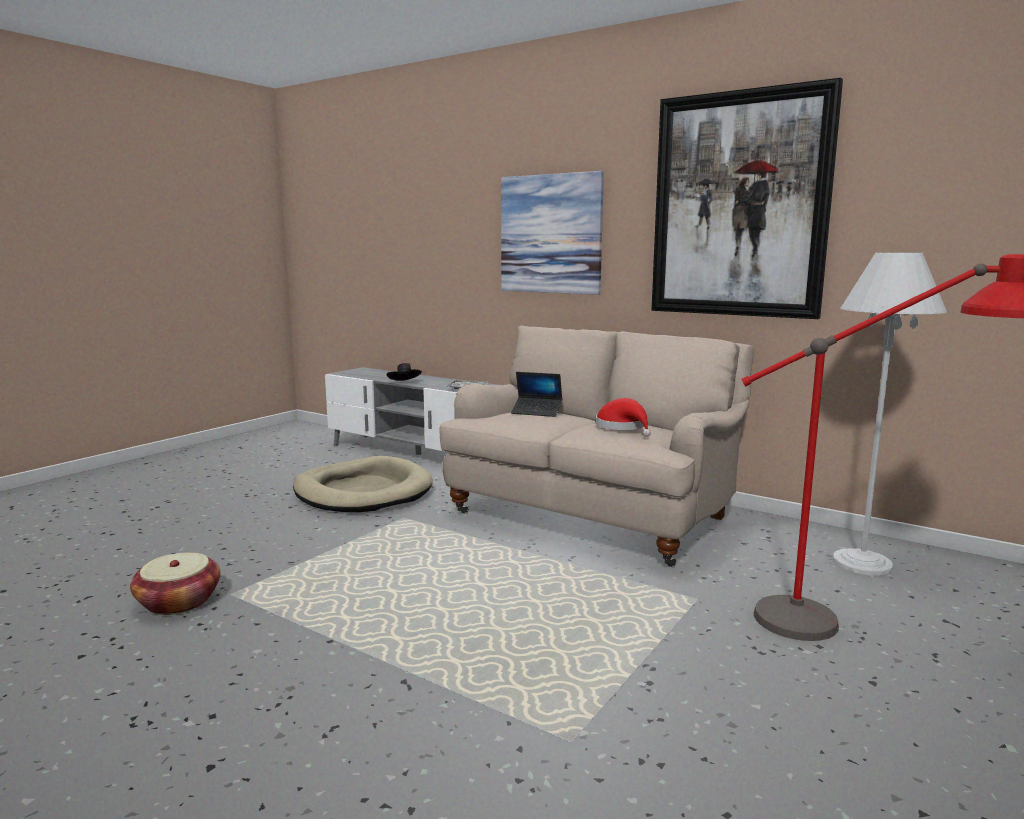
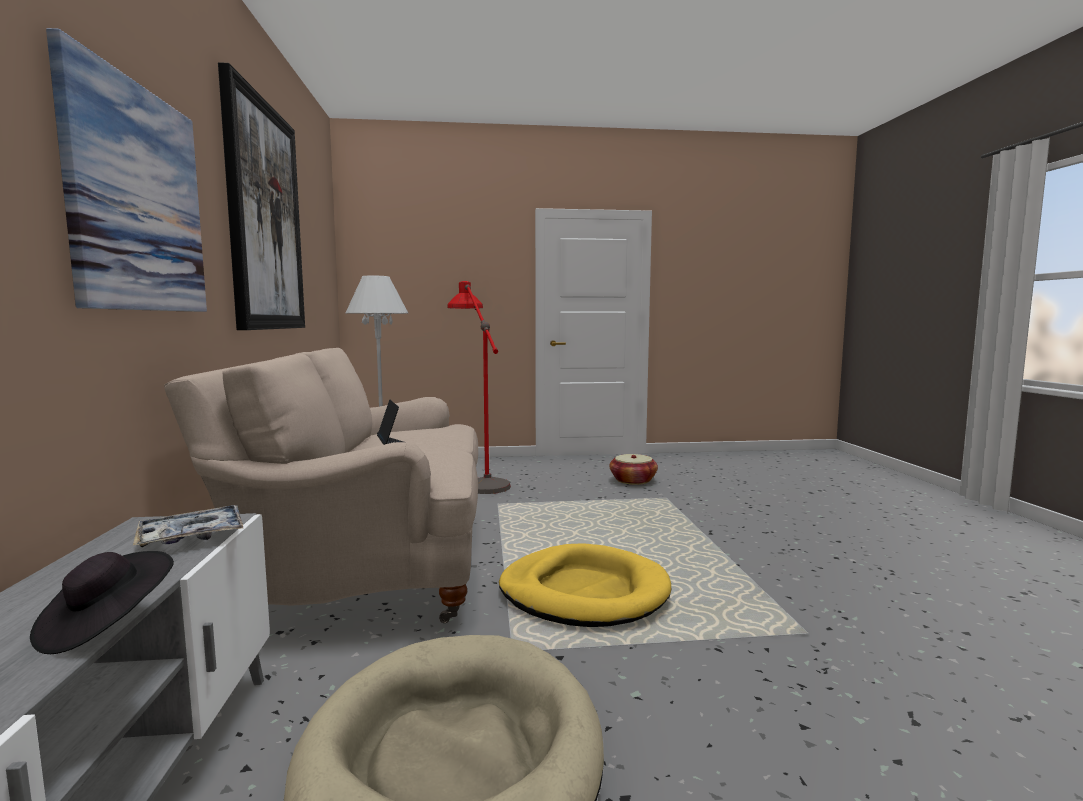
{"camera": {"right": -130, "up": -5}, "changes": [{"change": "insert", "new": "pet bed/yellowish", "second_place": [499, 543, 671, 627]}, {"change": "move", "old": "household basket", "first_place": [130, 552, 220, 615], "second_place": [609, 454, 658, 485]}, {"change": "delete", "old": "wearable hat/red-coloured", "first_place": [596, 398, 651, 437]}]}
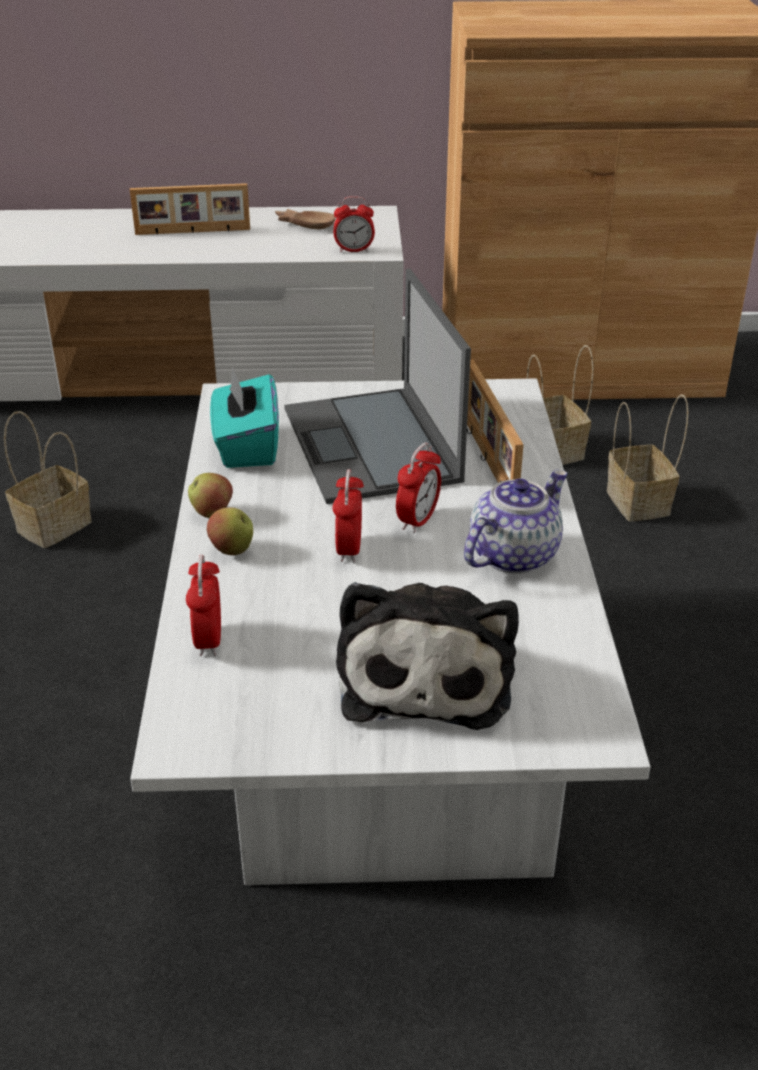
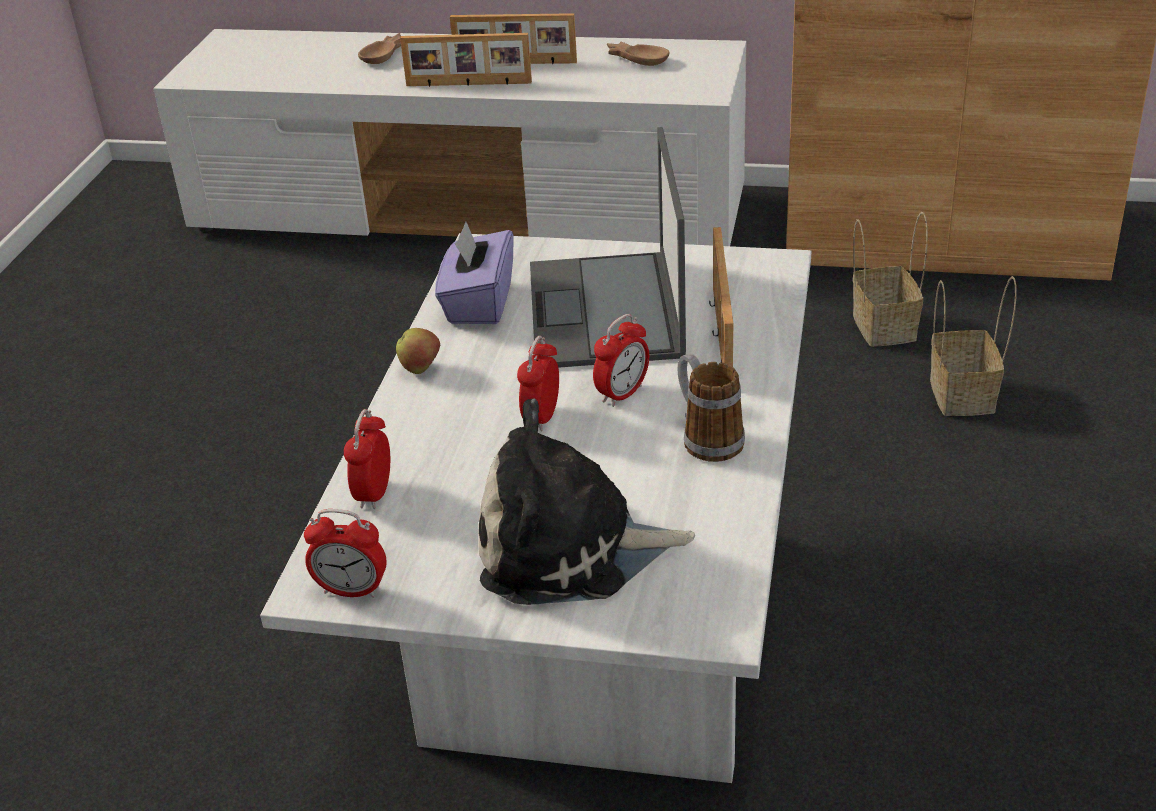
{"camera": {"right": 15, "up": 0}, "changes": [{"change": "move", "old": "alarm clock", "first_place": [334, 196, 375, 252], "second_place": [304, 509, 387, 598]}, {"change": "insert", "new": "deep dish/brown", "second_place": [358, 33, 401, 64]}, {"change": "insert", "new": "picture frame", "second_place": [400, 33, 532, 87]}, {"change": "recolor", "old": "tissue box/blue-green", "new": "tissue box/purplish", "first_place": [210, 367, 279, 468], "second_place": [435, 221, 514, 324]}, {"change": "rotate", "old": "soft toy", "first_place": [336, 582, 519, 730], "second_place": [478, 398, 695, 605], "degrees": 75}, {"change": "replace", "old": "tea pot", "new": "coffee mug", "first_place": [464, 470, 568, 574], "second_place": [678, 353, 745, 462]}, {"change": "delete", "old": "household basket", "first_place": [4, 411, 92, 548]}, {"change": "delete", "old": "apple fruit", "first_place": [207, 507, 253, 555]}]}
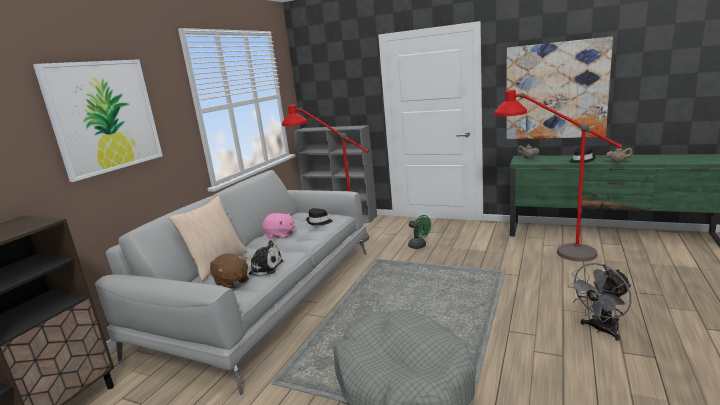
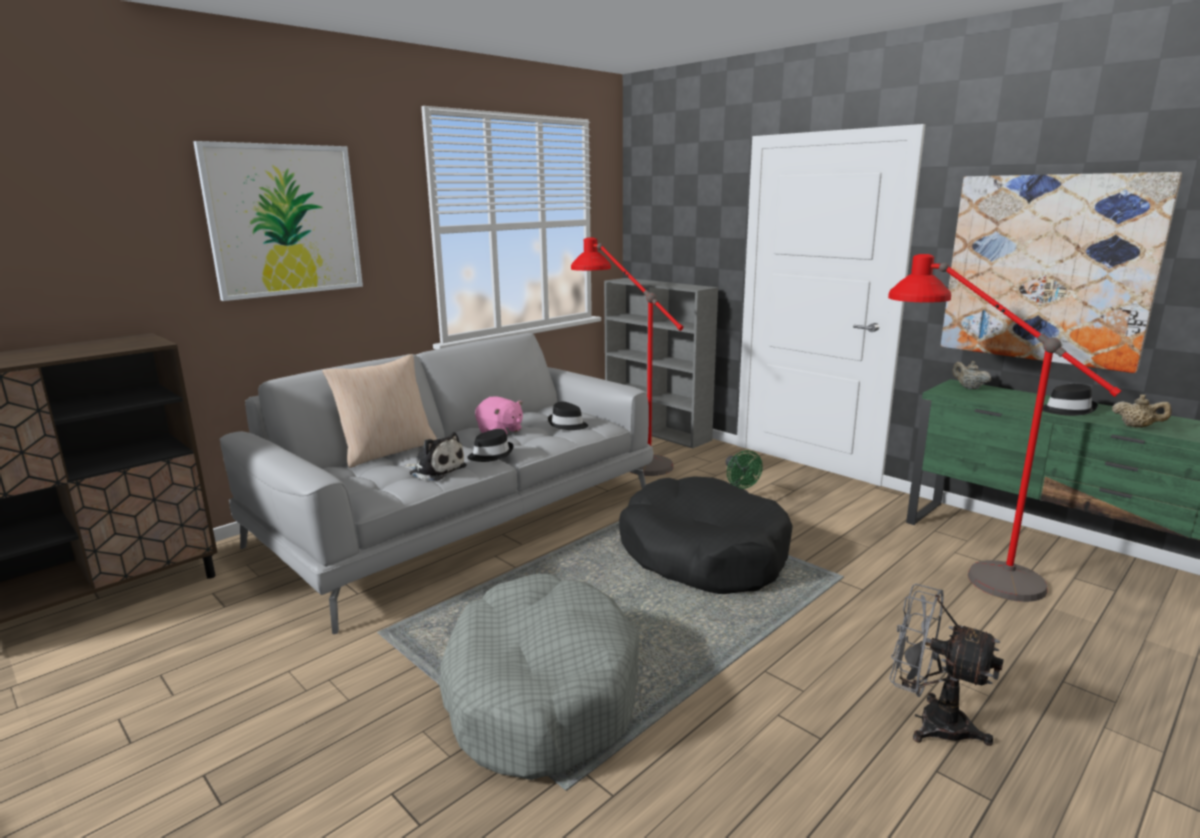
{"camera": {"right": 20, "up": 0}, "changes": [{"change": "insert", "new": "wearable hat/black", "second_place": [467, 429, 513, 462]}, {"change": "insert", "new": "pet bed/black", "second_place": [619, 476, 793, 594]}, {"change": "rotate", "old": "cooling fan/greyish", "first_place": [568, 263, 631, 341], "second_place": [889, 584, 1004, 746], "degrees": 45}, {"change": "delete", "old": "soft toy/brown", "first_place": [210, 253, 249, 289]}]}
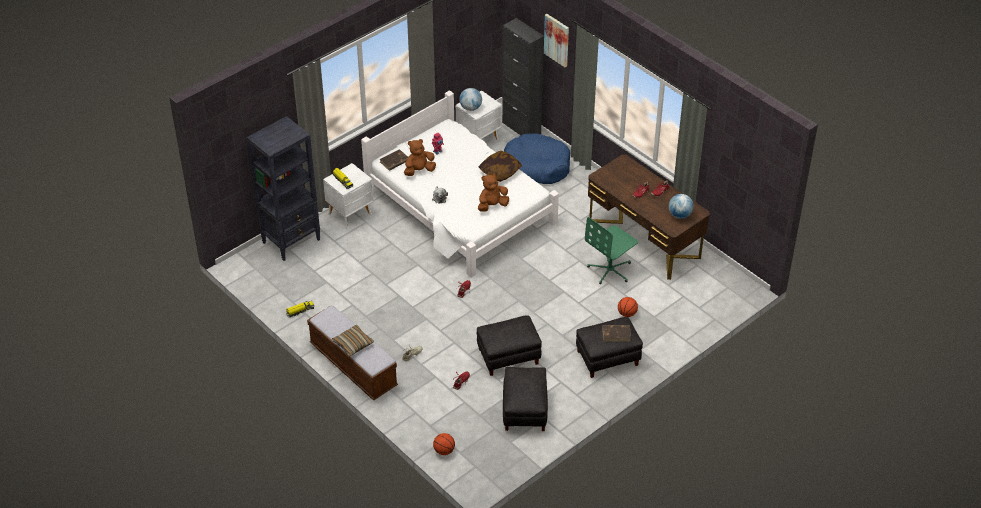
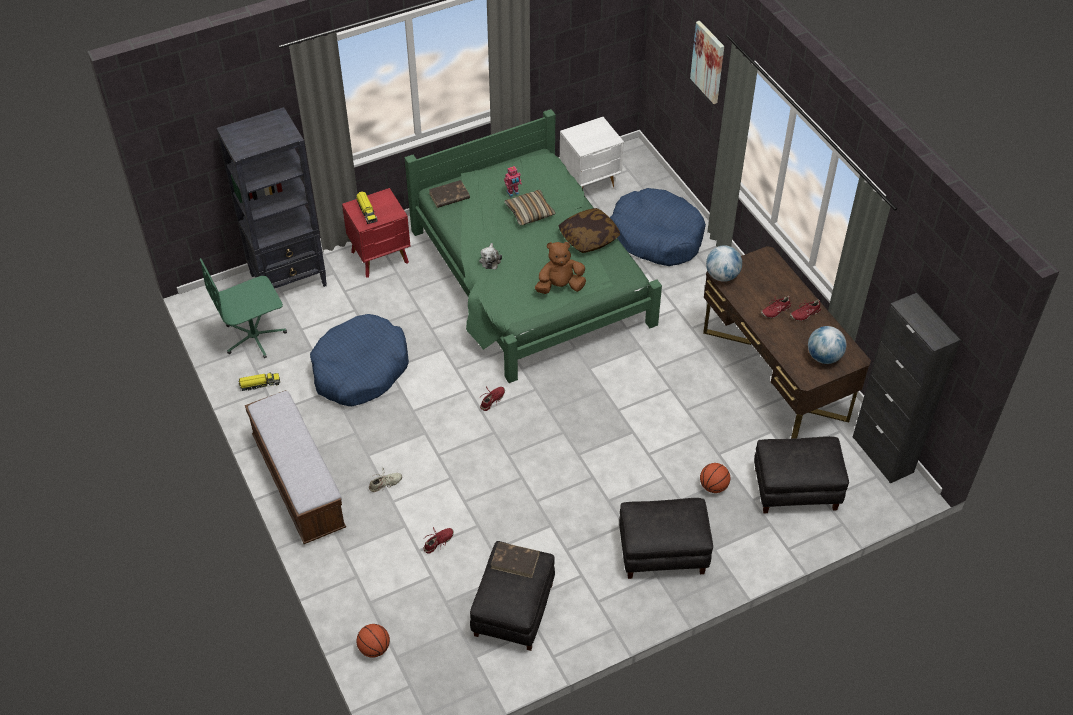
{"camera": {"right": 15, "up": 5}, "changes": [{"change": "move", "old": "desk chair/green-coloured", "first_place": [585, 217, 638, 284], "second_place": [200, 258, 287, 358]}, {"change": "insert", "new": "pet bed/bluish", "second_place": [310, 314, 409, 406]}, {"change": "recolor", "old": "bedside table/whitish", "new": "bedside table/red-coloured", "first_place": [323, 163, 374, 229], "second_place": [342, 188, 410, 278]}, {"change": "recolor", "old": "bed/whitish", "new": "bed/green-coloured", "first_place": [361, 90, 559, 278], "second_place": [405, 109, 662, 383]}, {"change": "move", "old": "volume/brown", "first_place": [602, 325, 631, 341], "second_place": [491, 542, 540, 578]}, {"change": "move", "old": "cushion", "first_place": [332, 324, 374, 356], "second_place": [504, 190, 556, 225]}, {"change": "move", "old": "desk globe", "first_place": [459, 88, 482, 111], "second_place": [706, 245, 742, 282]}, {"change": "move", "old": "ottoman/black", "first_place": [477, 316, 542, 376], "second_place": [754, 436, 849, 513]}, {"change": "move", "old": "cabinet/black", "first_place": [502, 18, 544, 135], "second_place": [852, 293, 960, 483]}, {"change": "delete", "old": "soft toy/brown", "first_place": [404, 139, 436, 176]}]}
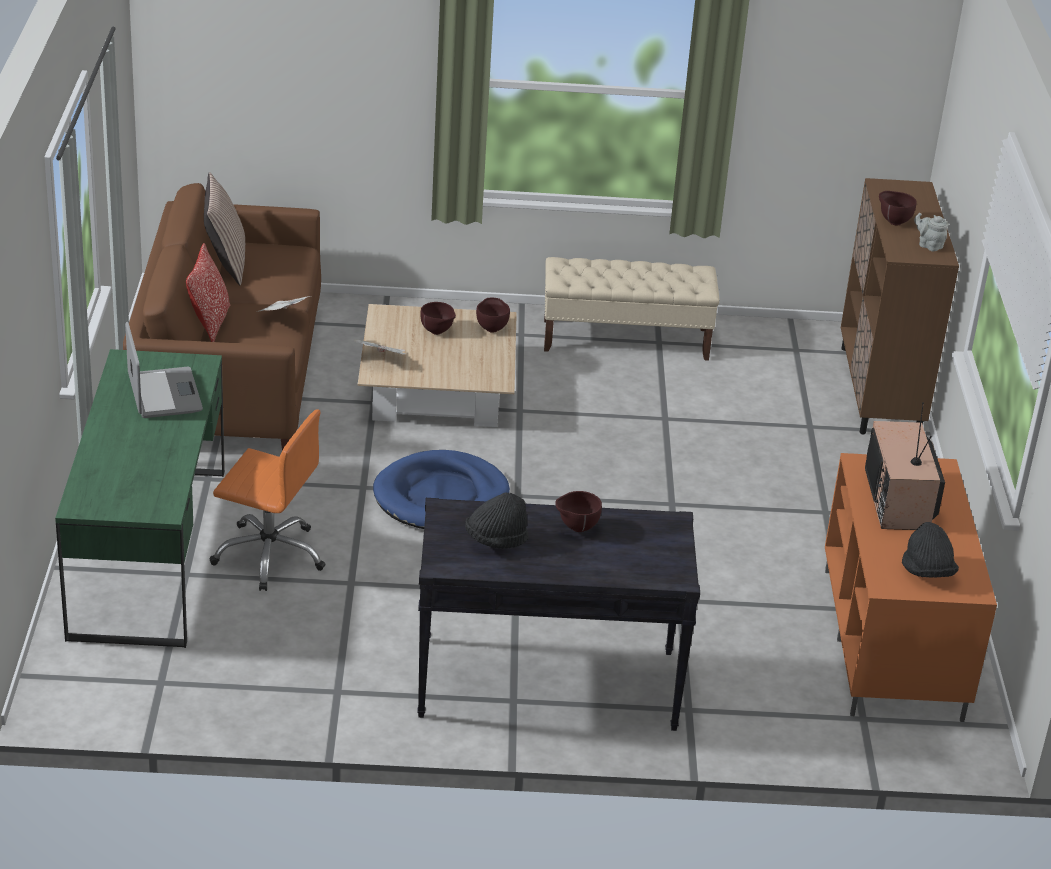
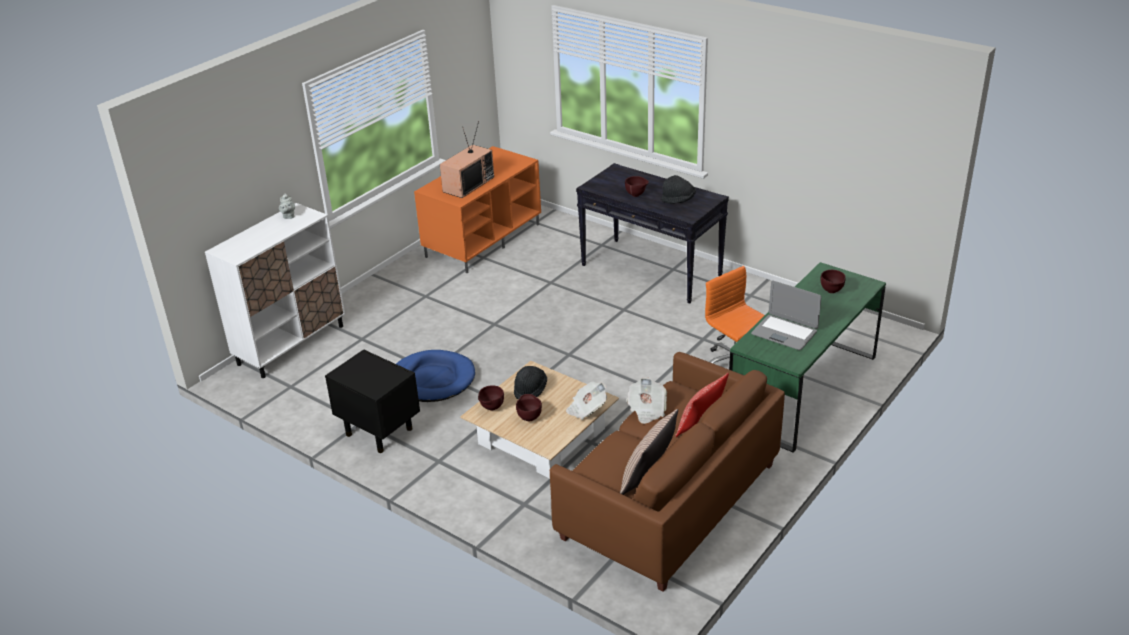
{"camera": {"right": -140, "up": 0}, "changes": [{"change": "recolor", "old": "cabinet/brown", "new": "cabinet/whitish", "first_place": [841, 178, 959, 434], "second_place": [205, 203, 345, 378]}, {"change": "replace", "old": "indoor bench/beige", "new": "bedside table/black", "first_place": [544, 257, 719, 361], "second_place": [325, 350, 420, 453]}, {"change": "move", "old": "pet bed/bluish", "first_place": [373, 450, 510, 529], "second_place": [396, 350, 475, 402]}, {"change": "move", "old": "wearable hat/black", "first_place": [902, 522, 959, 578], "second_place": [514, 366, 547, 400]}, {"change": "rotate", "old": "laptop", "first_place": [125, 322, 203, 418], "second_place": [751, 281, 821, 350], "degrees": -75}, {"change": "move", "old": "deep dish/brown", "first_place": [879, 191, 916, 225], "second_place": [821, 270, 846, 293]}]}
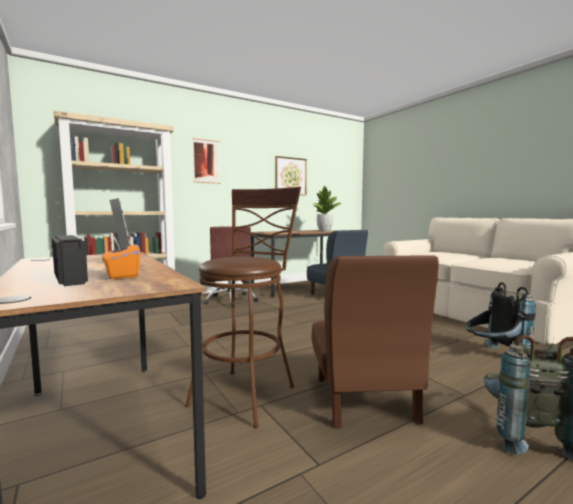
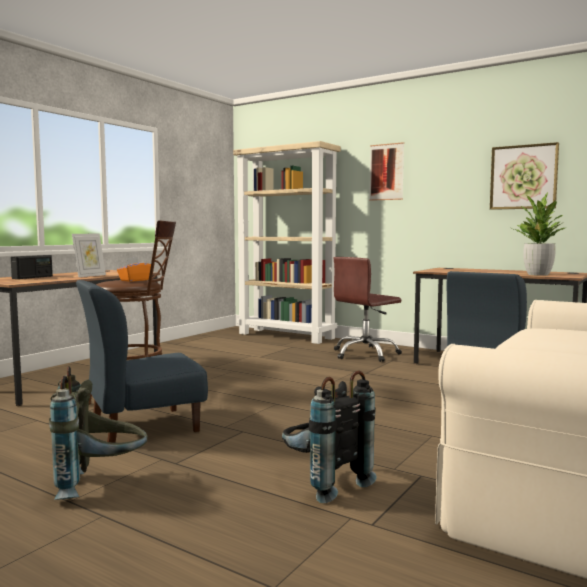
{"camera": {"right": 65, "up": 0}, "changes": [{"change": "recolor", "old": "plain chair/brown", "new": "plain chair/bluish", "first_place": [312, 255, 439, 429], "second_place": [76, 280, 208, 443]}, {"change": "move", "old": "tissue box/orange-coloured", "first_place": [102, 236, 140, 279], "second_place": [117, 257, 151, 282]}]}
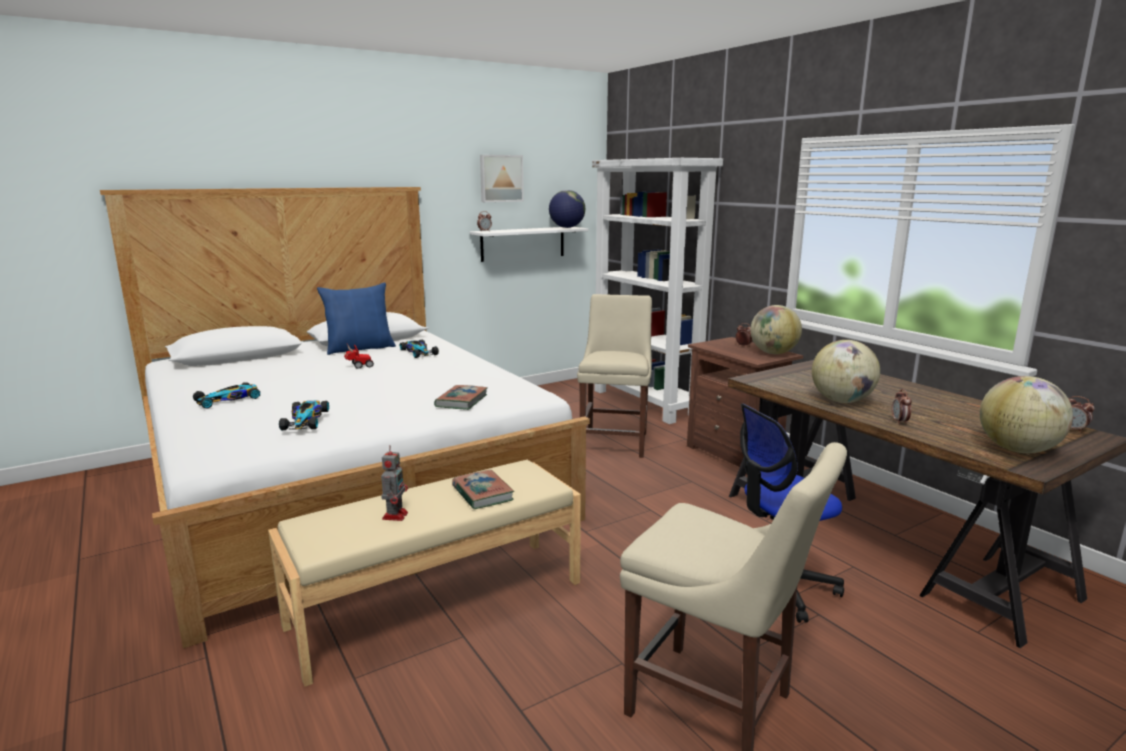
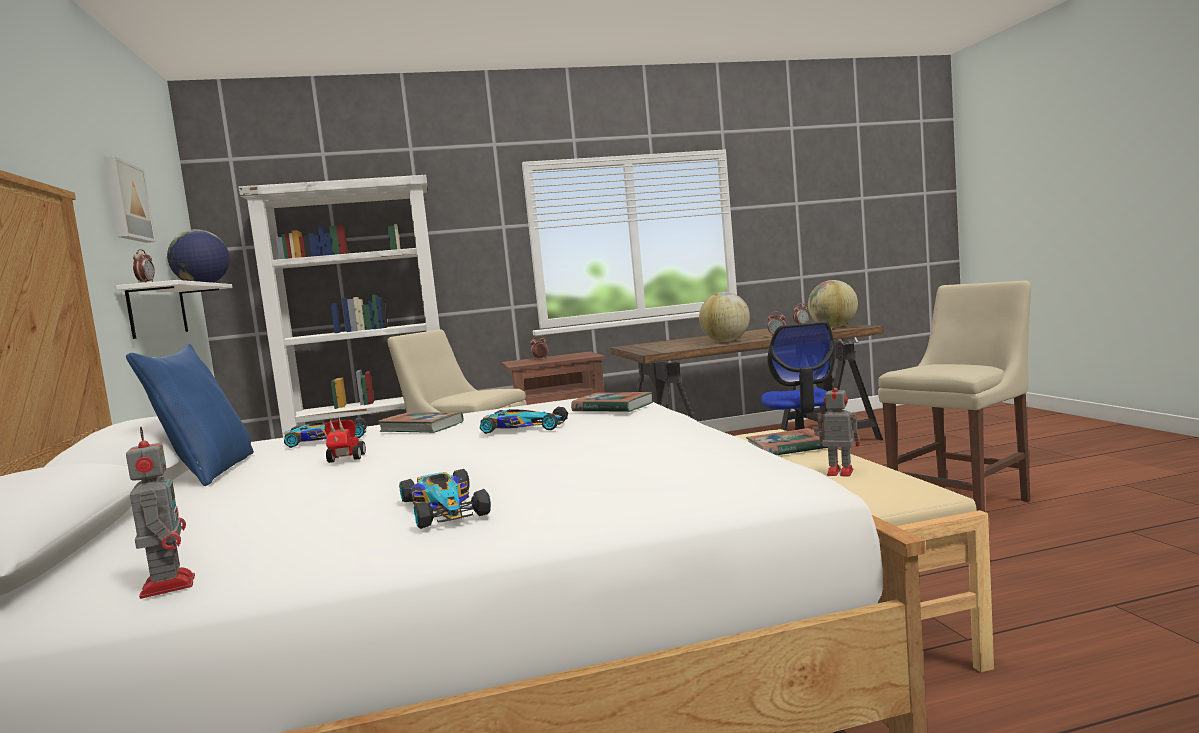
{"camera": {"right": -70, "up": -10}, "changes": [{"change": "insert", "new": "toy robot", "second_place": [126, 427, 195, 599]}, {"change": "insert", "new": "volume", "second_place": [378, 412, 464, 433]}, {"change": "move", "old": "miniature car", "first_place": [279, 401, 329, 431], "second_place": [480, 407, 568, 434]}, {"change": "delete", "old": "desk globe", "first_place": [750, 305, 802, 354]}]}
